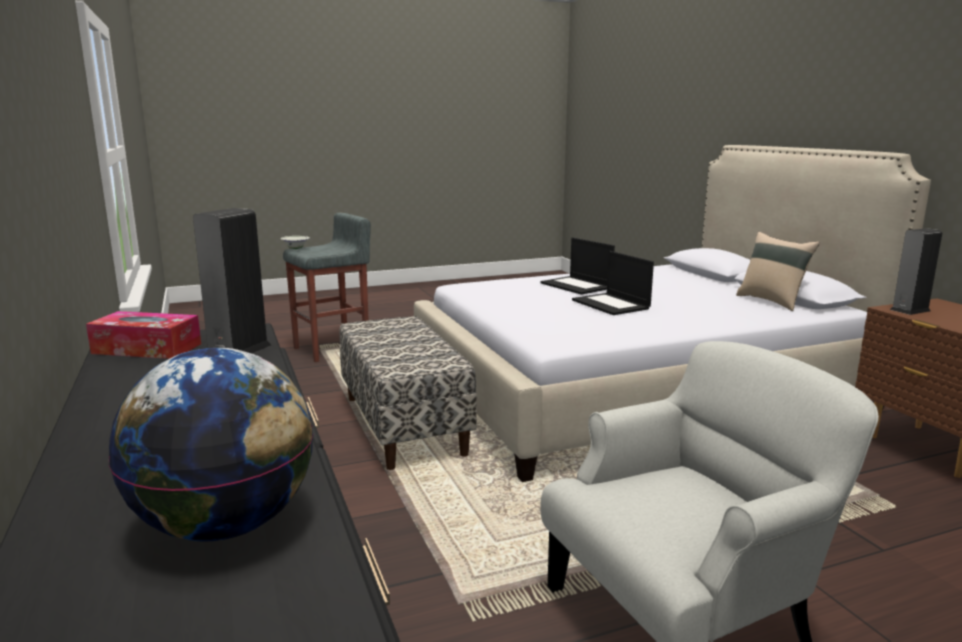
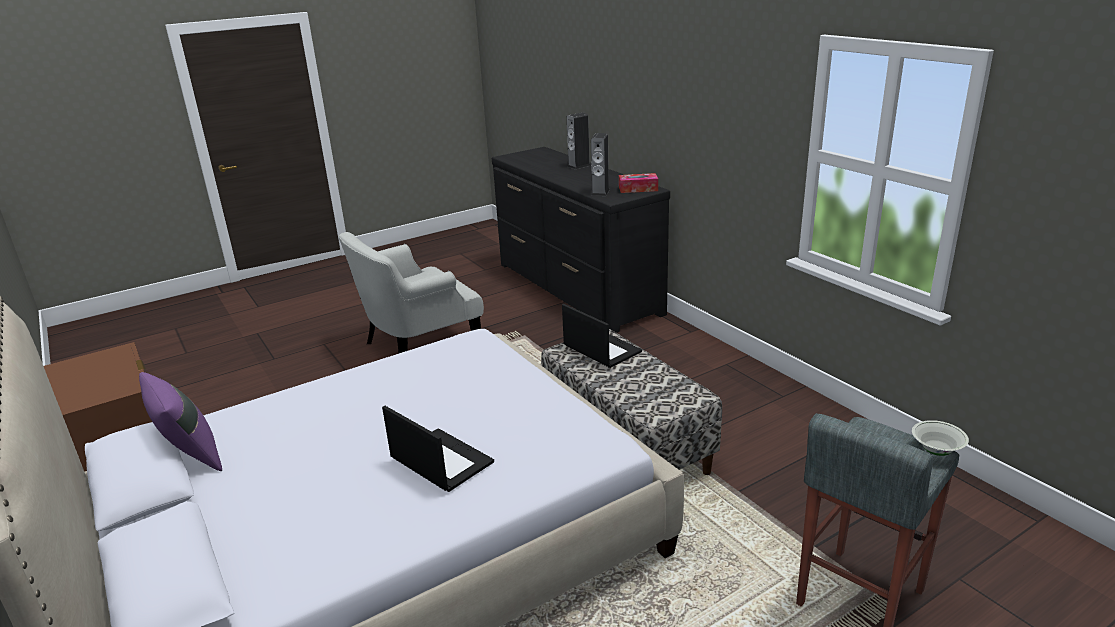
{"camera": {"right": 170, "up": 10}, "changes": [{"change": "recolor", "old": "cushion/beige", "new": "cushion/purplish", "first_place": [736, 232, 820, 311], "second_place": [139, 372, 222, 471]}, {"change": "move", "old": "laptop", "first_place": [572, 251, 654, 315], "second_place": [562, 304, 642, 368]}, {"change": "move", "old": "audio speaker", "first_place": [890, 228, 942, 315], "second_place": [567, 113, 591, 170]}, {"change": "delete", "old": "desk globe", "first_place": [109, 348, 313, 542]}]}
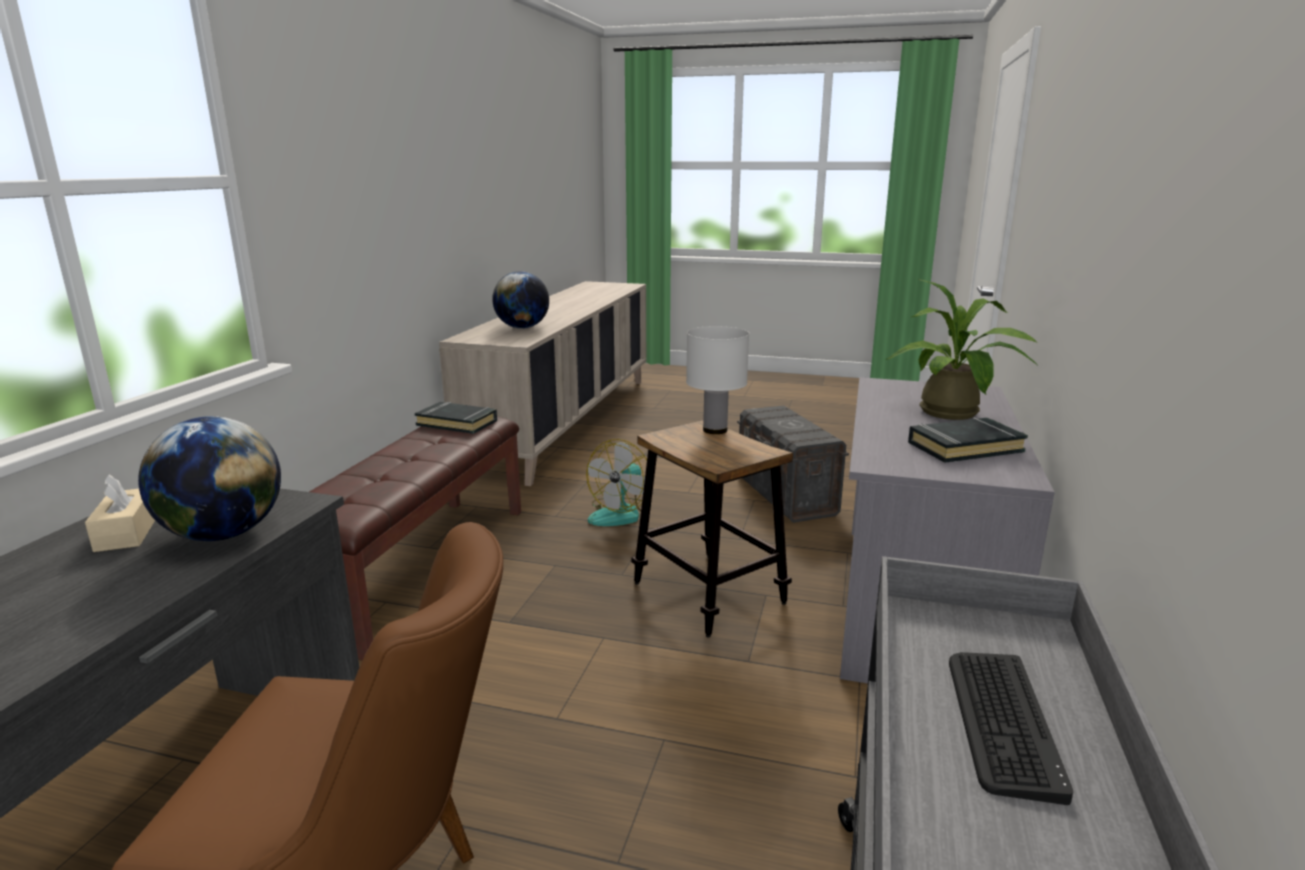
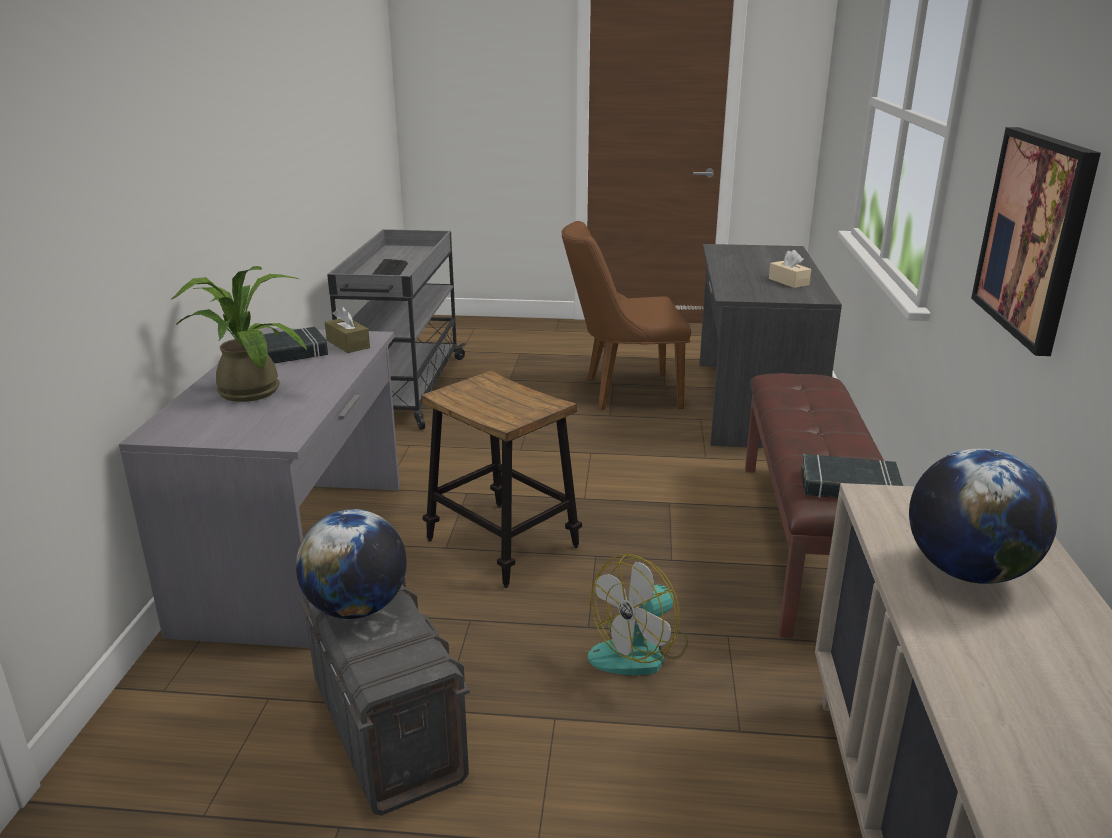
{"camera": {"right": 170, "up": 5}, "changes": [{"change": "move", "old": "desk globe", "first_place": [138, 416, 281, 541], "second_place": [296, 509, 407, 619]}, {"change": "insert", "new": "tissue box/brown", "second_place": [325, 306, 370, 353]}, {"change": "rotate", "old": "cooling fan", "first_place": [586, 439, 647, 526], "second_place": [588, 554, 688, 676], "degrees": -150}, {"change": "insert", "new": "picture", "second_place": [971, 127, 1101, 356]}, {"change": "delete", "old": "table lamp/whitish", "first_place": [686, 326, 749, 434]}]}
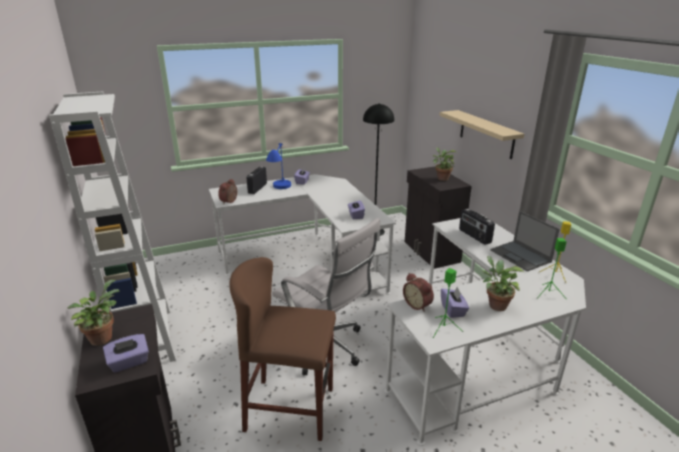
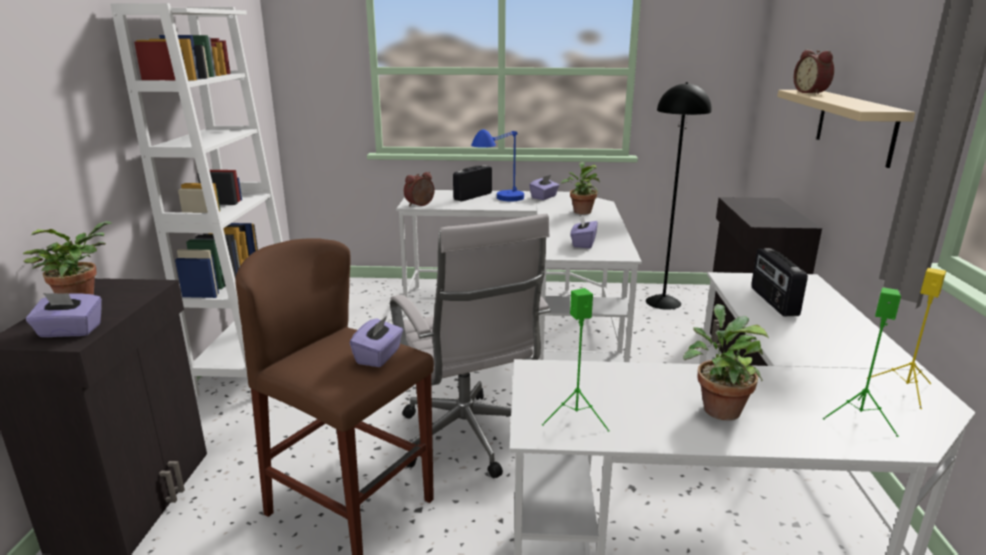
{"camera": {"right": 25, "up": -5}, "changes": [{"change": "move", "old": "tissue box/purplish", "first_place": [441, 287, 469, 318], "second_place": [350, 316, 403, 367]}, {"change": "move", "old": "plant in a pot", "first_place": [433, 147, 456, 181], "second_place": [561, 162, 600, 215]}, {"change": "move", "old": "alarm clock", "first_place": [403, 273, 434, 312], "second_place": [794, 50, 834, 94]}, {"change": "delete", "old": "laptop", "first_place": [490, 211, 560, 271]}]}
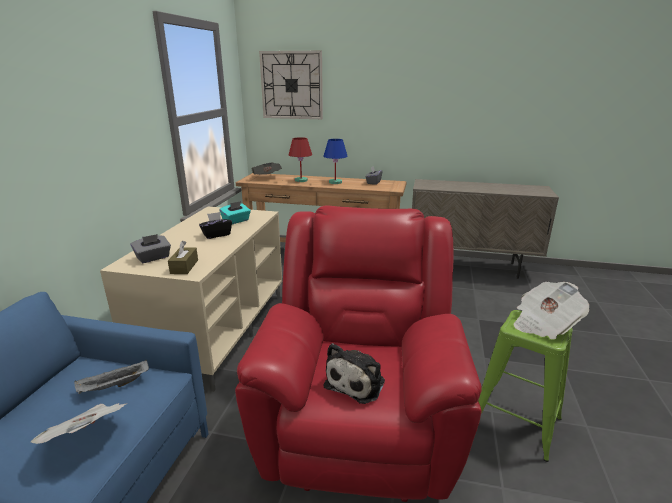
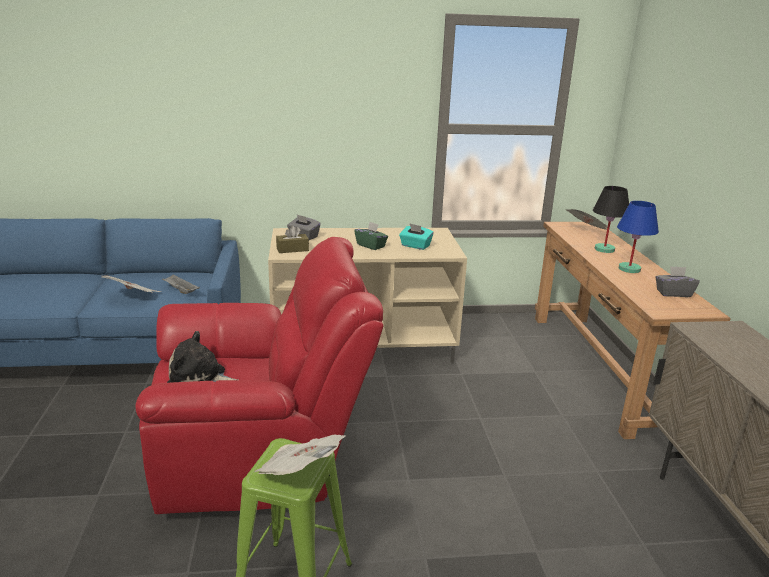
{"camera": {"right": 70, "up": 0}, "changes": [{"change": "recolor", "old": "tissue box/black", "new": "tissue box/green-coloured", "first_place": [199, 212, 232, 239], "second_place": [355, 222, 388, 250]}, {"change": "recolor", "old": "table lamp/red-coloured", "new": "table lamp/black", "first_place": [289, 137, 312, 182], "second_place": [593, 186, 629, 253]}, {"change": "delete", "old": "wall clock", "first_place": [259, 51, 323, 119]}]}
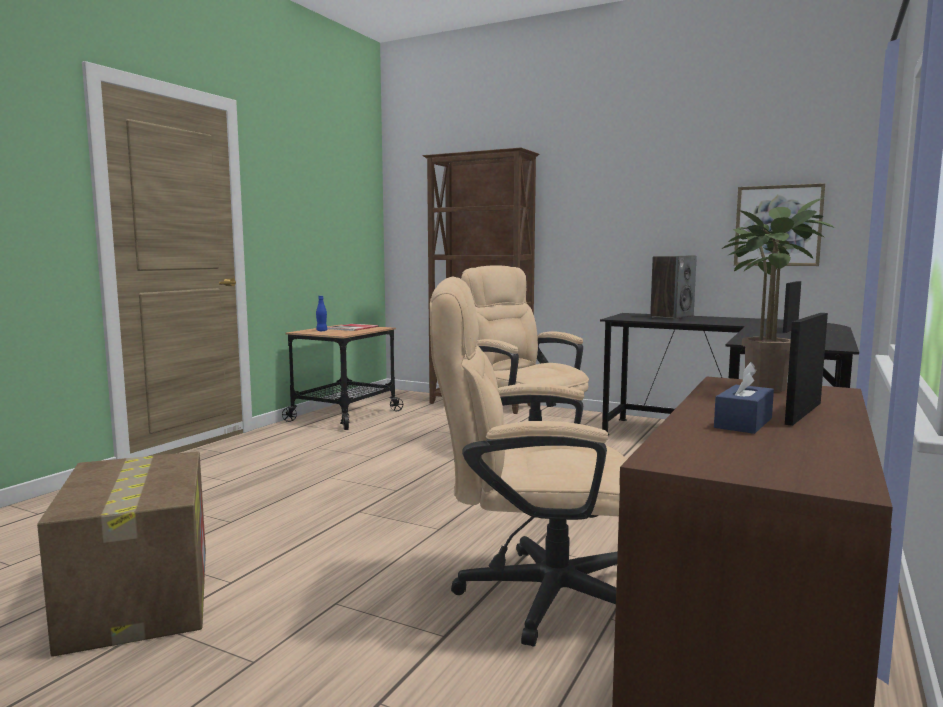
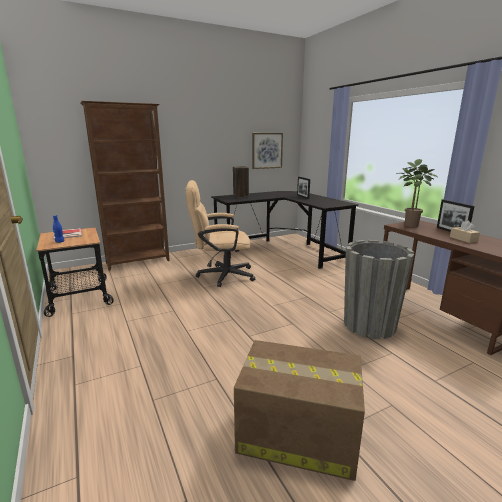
{"camera": {"right": -55, "up": 10}, "changes": [{"change": "replace", "old": "desk chair/beige", "new": "planter/greyish", "first_place": [430, 276, 627, 647], "second_place": [344, 240, 414, 339]}, {"change": "recolor", "old": "tissue box/bluish", "new": "tissue box/beige", "first_place": [714, 362, 774, 434], "second_place": [450, 221, 480, 243]}]}
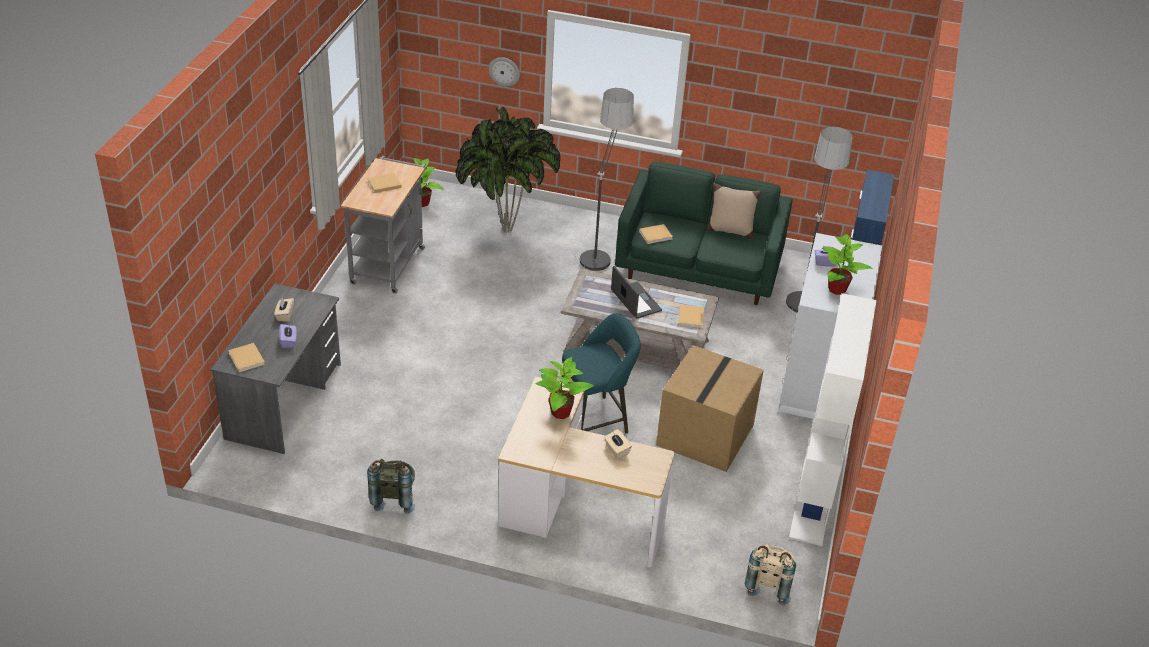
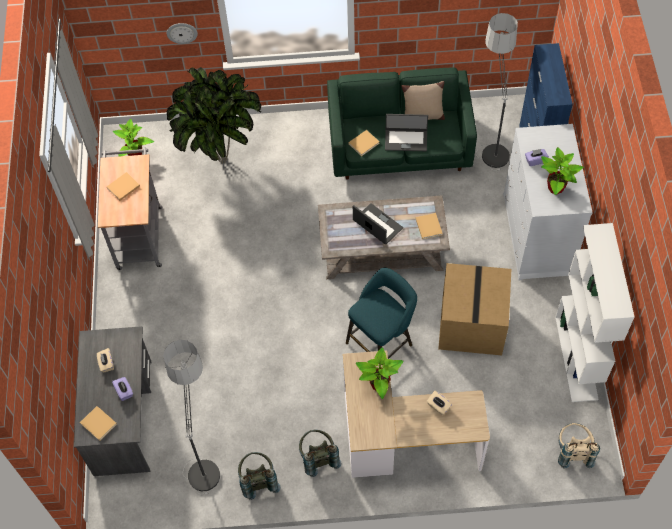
{"camera": {"right": -15, "up": 20}, "changes": [{"change": "move", "old": "standard lamp", "first_place": [576, 88, 634, 271], "second_place": [163, 340, 220, 495]}, {"change": "insert", "new": "backpack/greyish", "second_place": [299, 430, 341, 477]}, {"change": "insert", "new": "laptop", "second_place": [385, 114, 428, 151]}]}
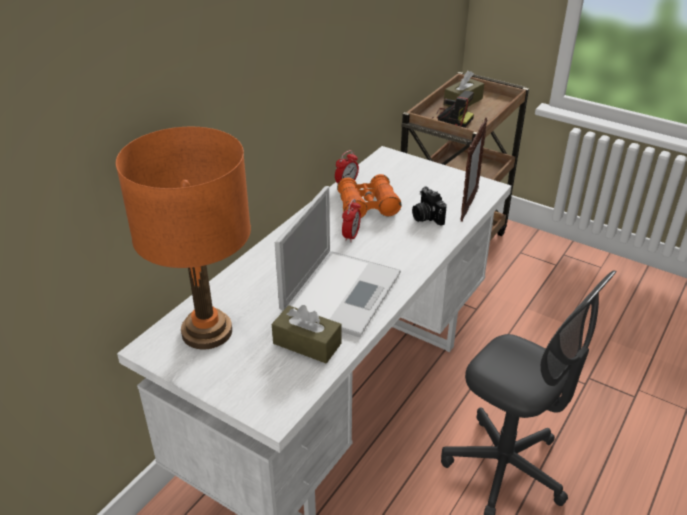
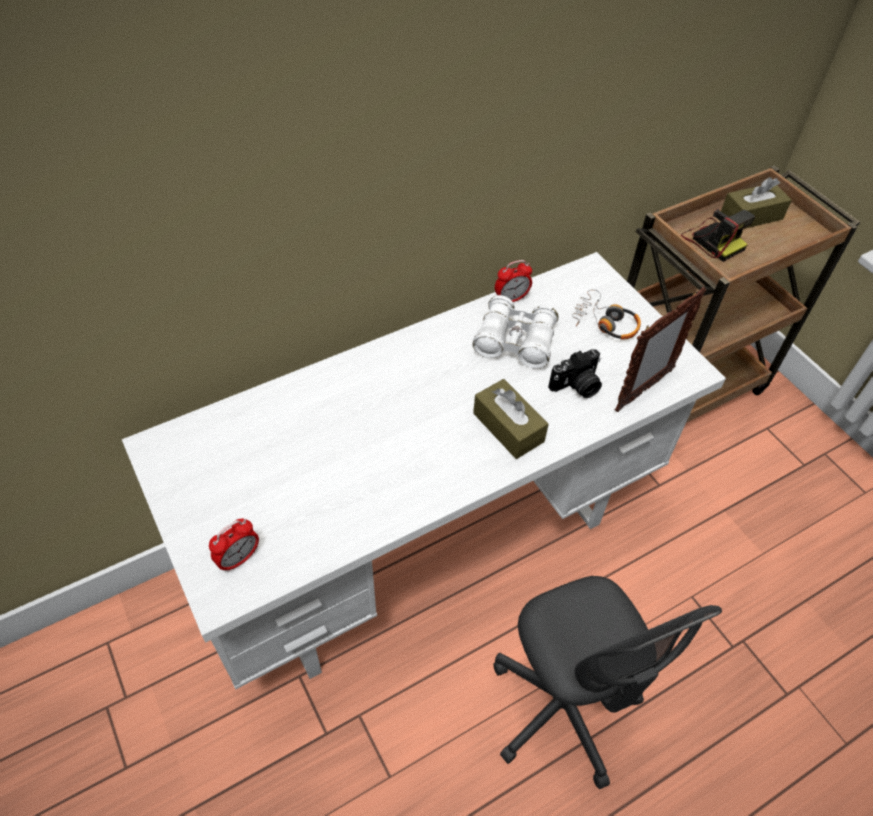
{"camera": {"right": 25, "up": 15}, "changes": [{"change": "move", "old": "alarm clock", "first_place": [342, 199, 361, 243], "second_place": [209, 519, 259, 572]}, {"change": "recolor", "old": "binoculars/orange-coloured", "new": "binoculars/whitish", "first_place": [337, 174, 402, 218], "second_place": [473, 295, 559, 369]}, {"change": "move", "old": "tissue box/brown", "first_place": [272, 305, 342, 363], "second_place": [473, 379, 549, 459]}, {"change": "rotate", "old": "photo camera", "first_place": [412, 187, 447, 225], "second_place": [548, 349, 602, 398], "degrees": -120}, {"change": "insert", "new": "headphones", "second_place": [572, 289, 641, 340]}, {"change": "delete", "old": "table lamp/orange-coloured", "first_place": [116, 127, 251, 349]}, {"change": "delete", "old": "laptop", "first_place": [275, 186, 401, 337]}]}
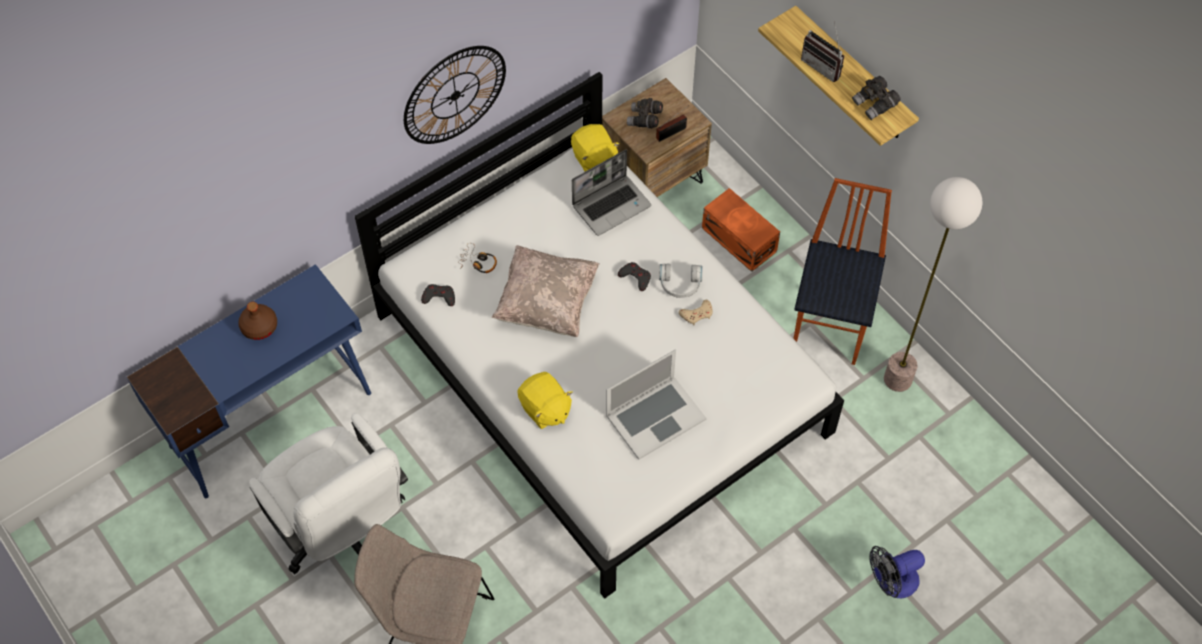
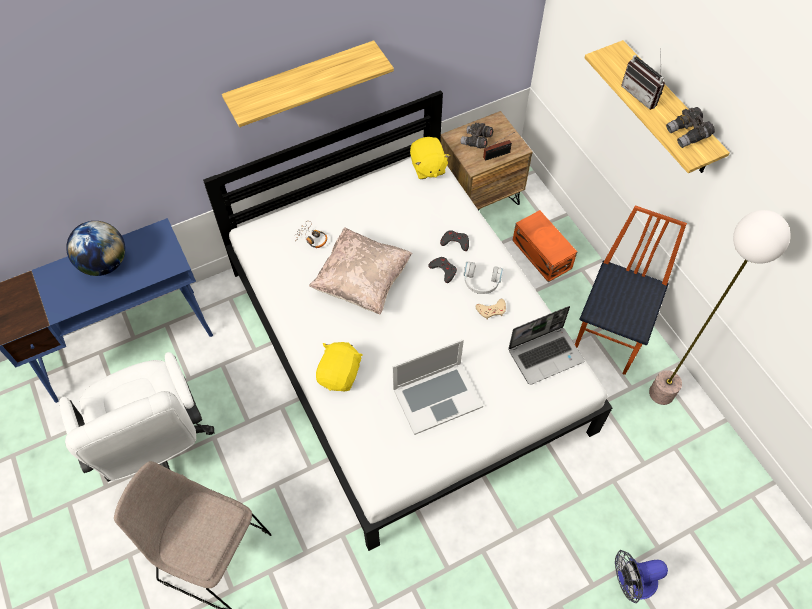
{"camera": {"right": 10, "up": 0}, "changes": [{"change": "replace", "old": "beverage bottle/brown", "new": "desk globe", "first_place": [238, 302, 277, 340], "second_place": [66, 221, 125, 276]}, {"change": "replace", "old": "wall clock", "new": "wall shelf", "first_place": [404, 46, 506, 144], "second_place": [222, 40, 394, 127]}, {"change": "rotate", "old": "soft toy/yellowish", "first_place": [517, 372, 573, 429], "second_place": [316, 342, 363, 392], "degrees": -135}, {"change": "move", "old": "joypad/greyish", "first_place": [421, 284, 455, 306], "second_place": [440, 230, 469, 251]}, {"change": "move", "old": "laptop", "first_place": [572, 149, 651, 236], "second_place": [508, 306, 584, 385]}]}
